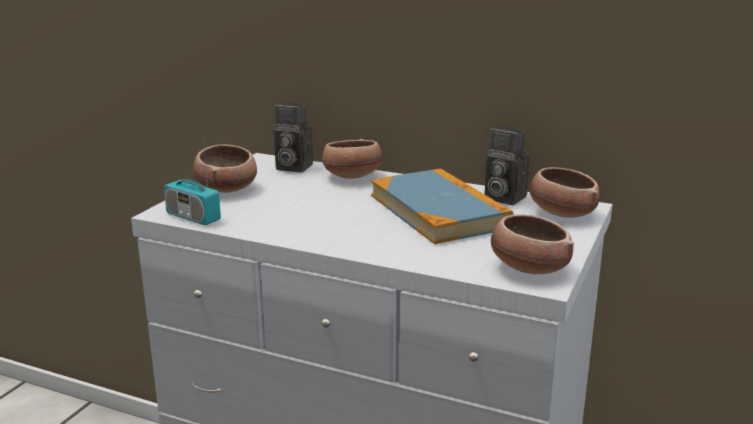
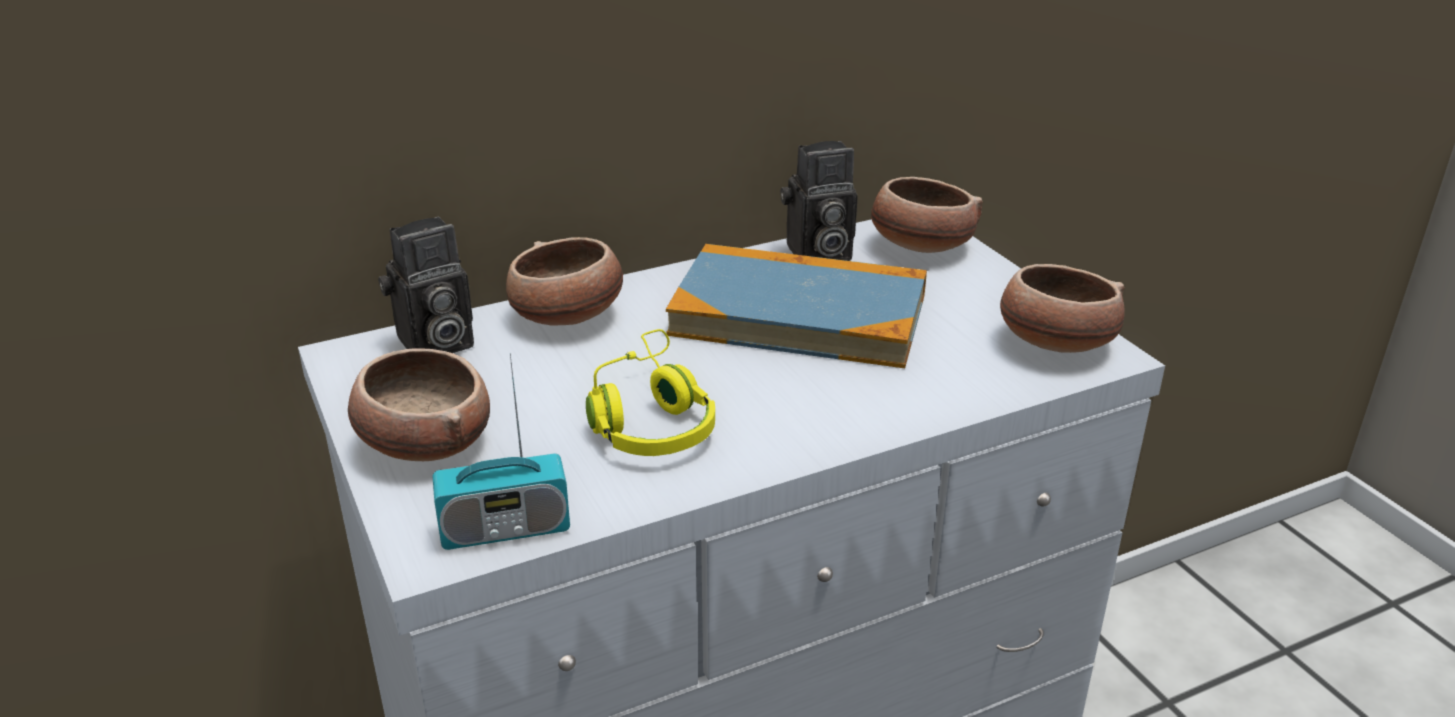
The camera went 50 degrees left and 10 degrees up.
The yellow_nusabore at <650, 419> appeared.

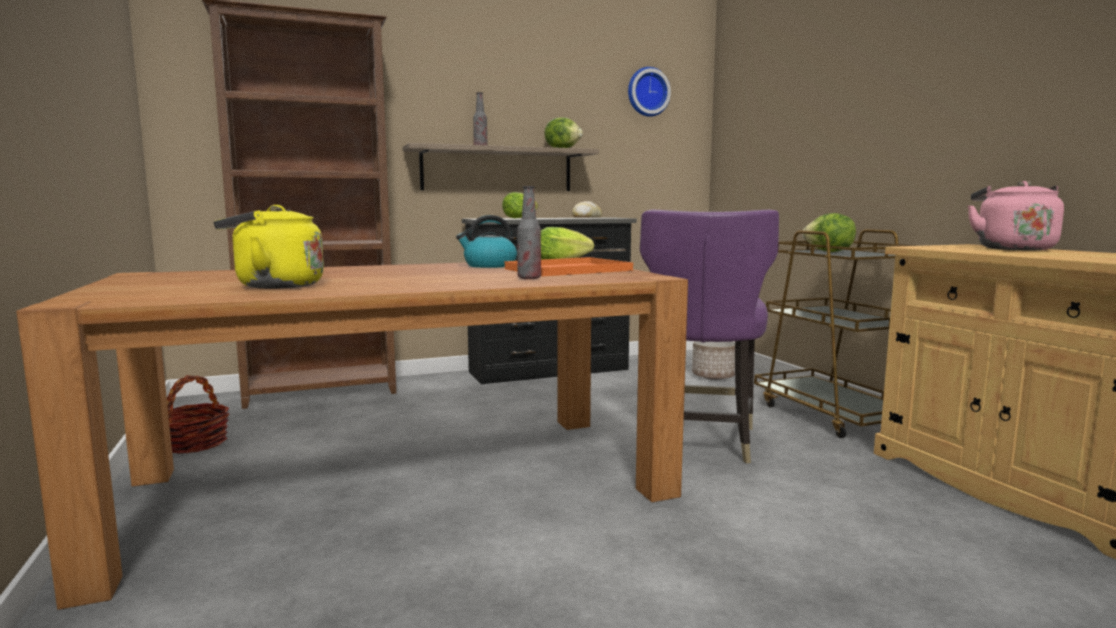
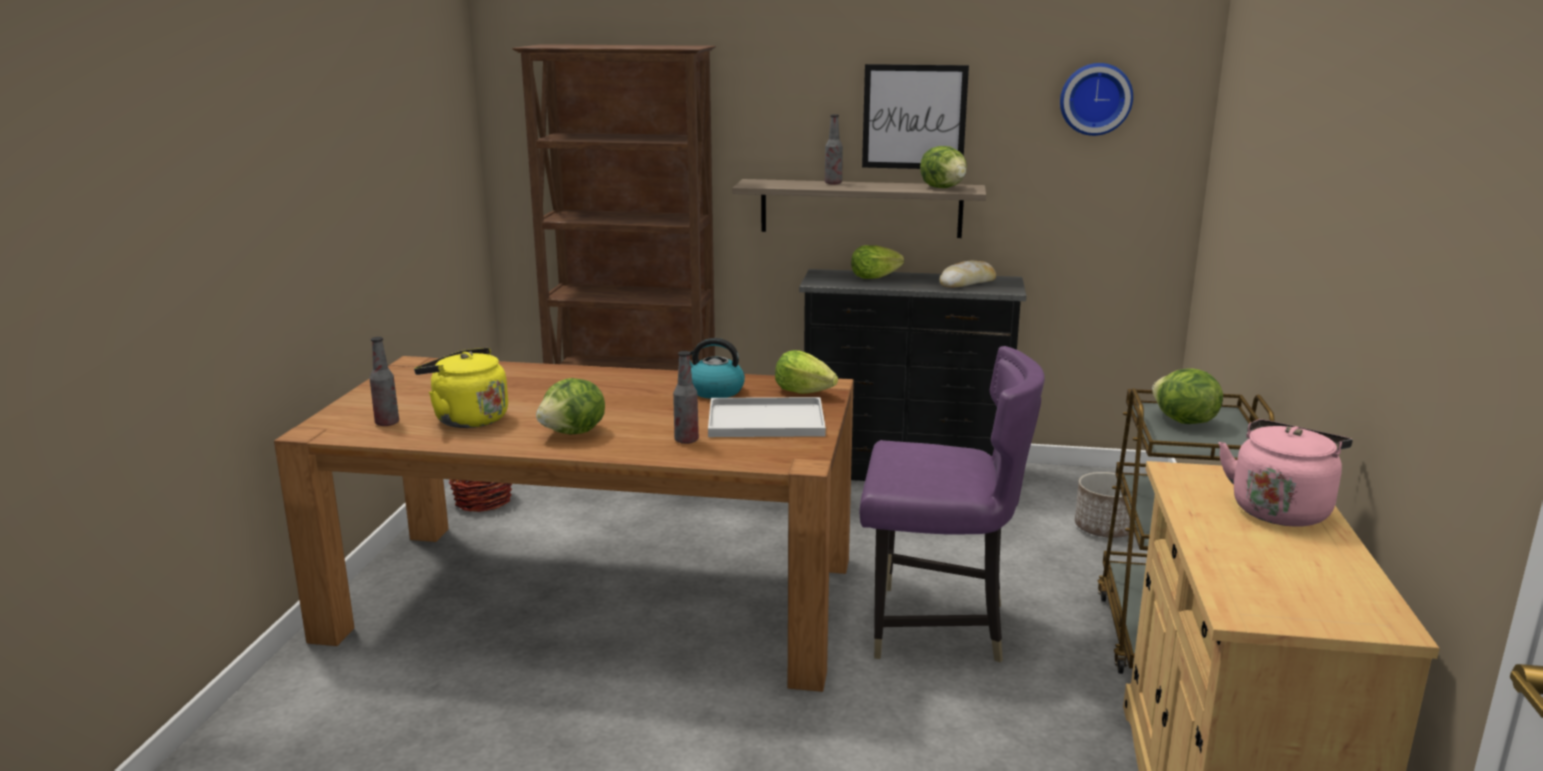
The camera went 30 degrees right and 10 degrees up.
The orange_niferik at <569, 269> became the white_niferik at <768, 420>.
The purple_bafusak at <697, 441> turned 120 degrees counterclockwise.
The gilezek at <387, 423> appeared.
The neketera at <574, 433> appeared.
The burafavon at <914, 117> appeared.

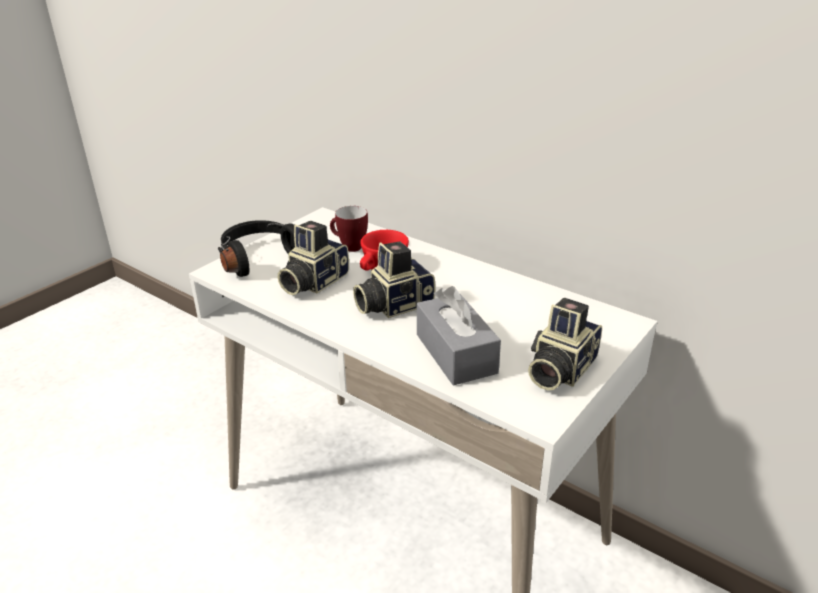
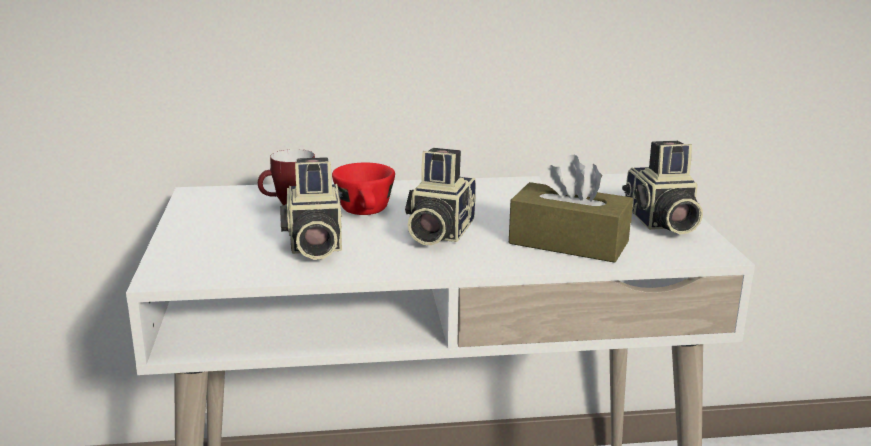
The camera went 45 degrees left and 10 degrees down.
The black_nusabore at <259, 257> disappeared.
The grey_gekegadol at <456, 353> became the brown_gekegadol at <568, 242>.

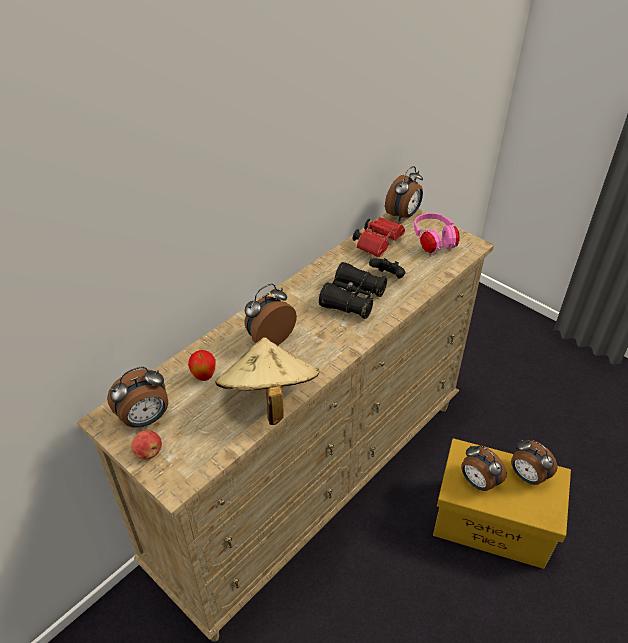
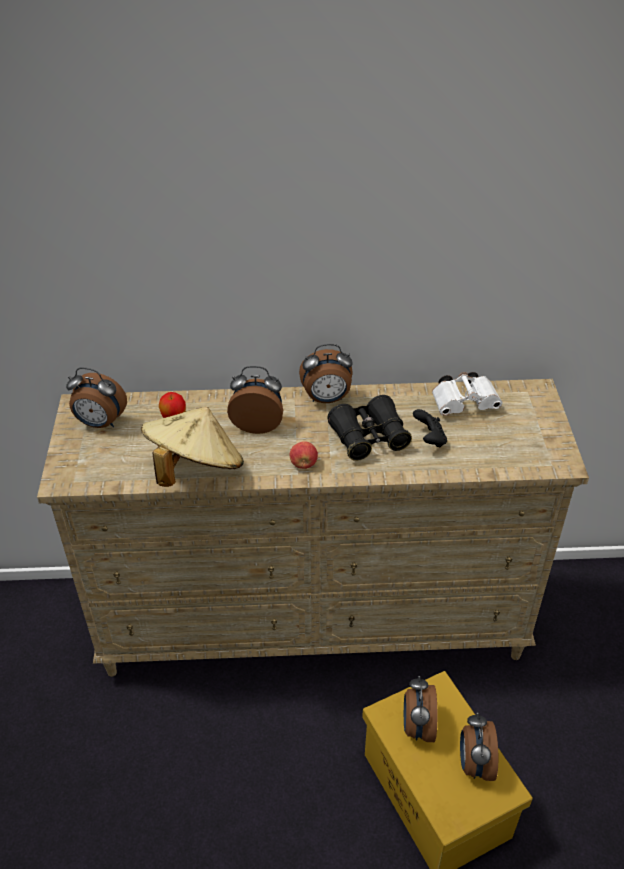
The camera went 45 degrees right and 0 degrees up.
The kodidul moved from <148, 452> to <303, 464>.
The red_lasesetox at <378, 243> became the white_lasesetox at <466, 404>.
The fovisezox moved from <403, 215> to <326, 399>.
The pink_nusabore at <433, 243> disappeared.

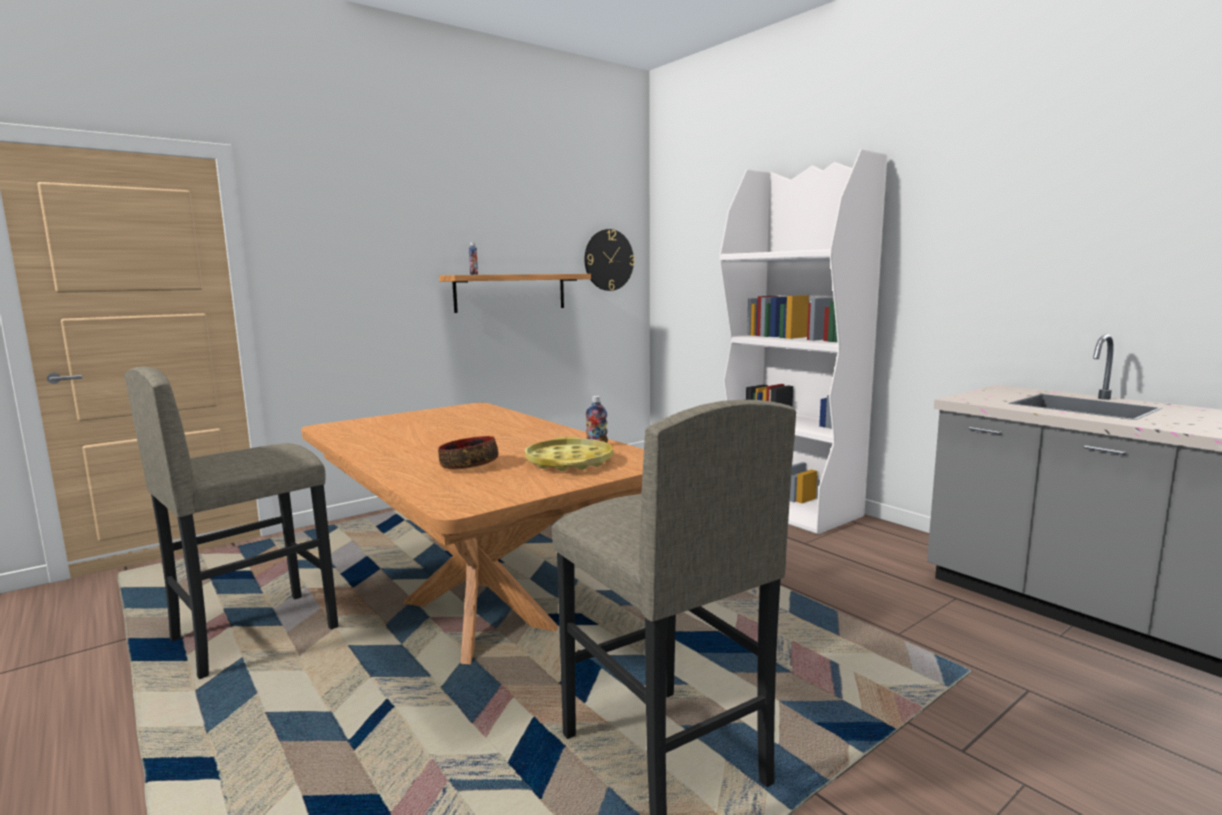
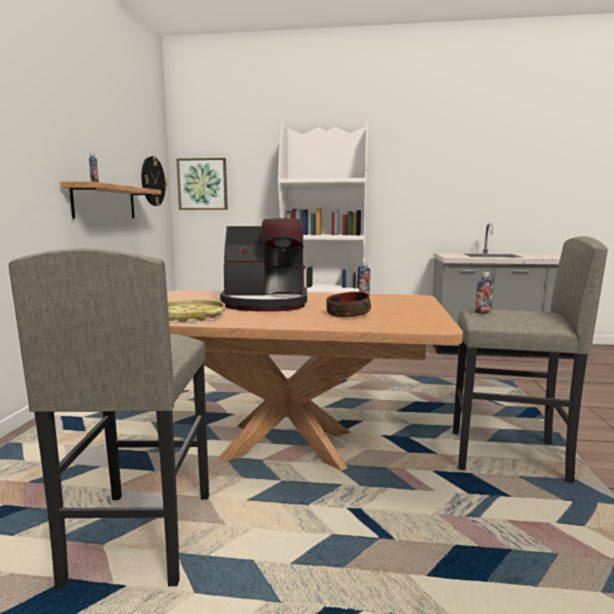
The camera went 45 degrees left and 0 degrees up.
The yellow_niferik moved from <569, 462> to <191, 316>.
The burafavon at <202, 184> appeared.
The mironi at <266, 303> appeared.
The gilezek at <483, 312> appeared.

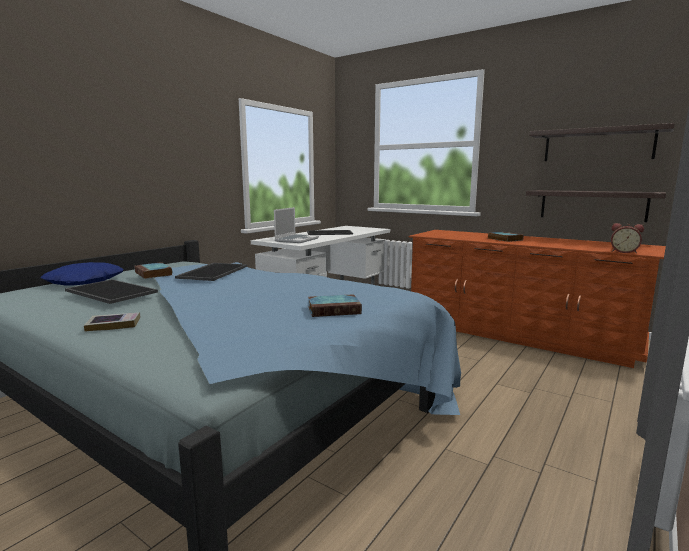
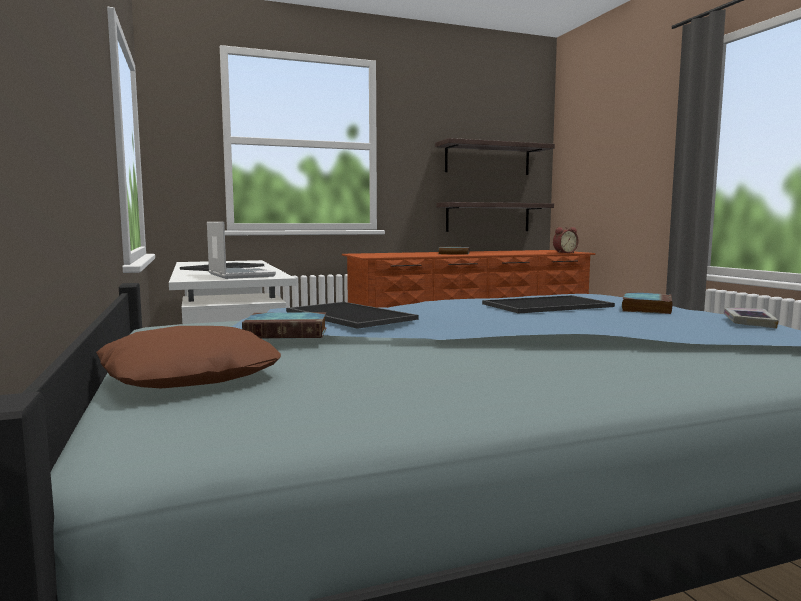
The camera went 55 degrees left and 5 degrees down.
The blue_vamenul at <85, 281> became the brown_vamenul at <191, 375>.
The niferik moved from <109, 292> to <547, 305>.
The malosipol moved from <114, 325> to <748, 322>.

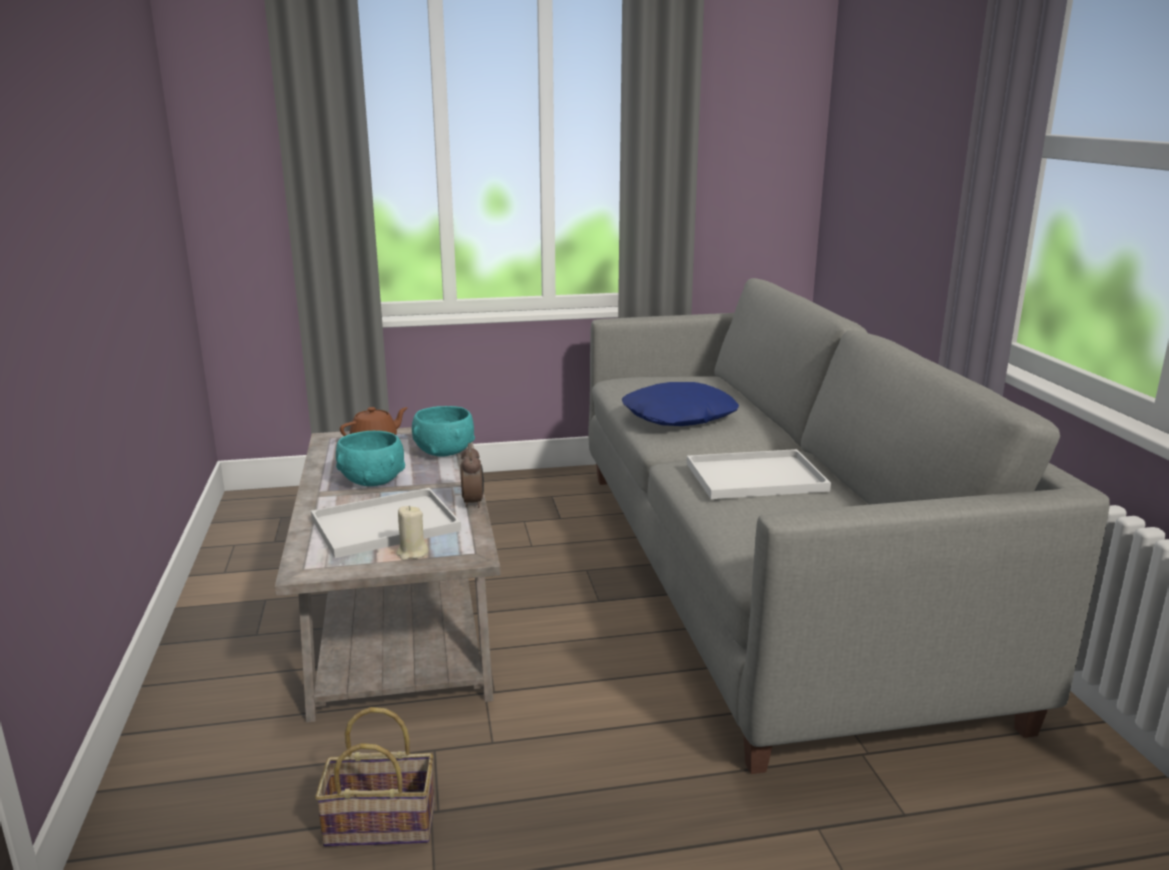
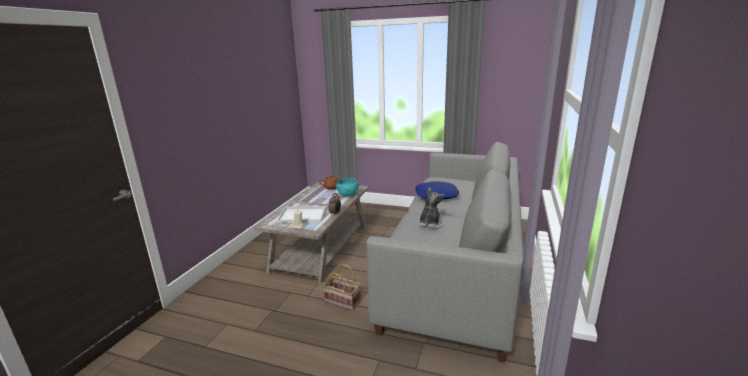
The camera went 30 degrees right and 0 degrees up.
The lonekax moved from <383, 823> to <344, 301>.
The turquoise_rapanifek at <371, 480> disappeared.
The white_niferik at <753, 477> was replaced by the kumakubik at <429, 224>.

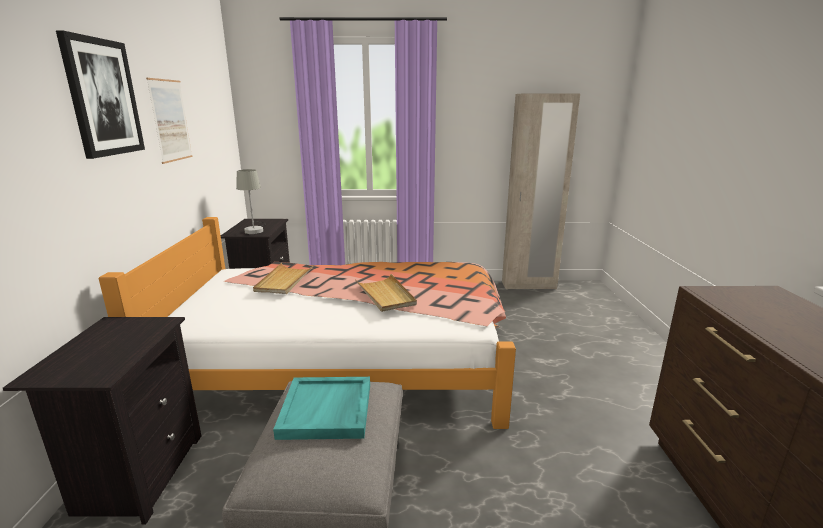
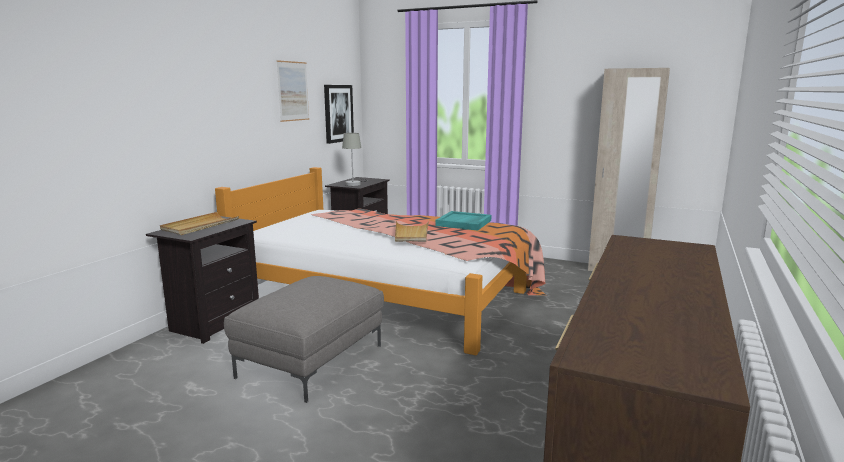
The camera went 25 degrees right and 5 degrees down.
The burafavon moved from <103, 97> to <338, 113>.
The beige_niferik moved from <284, 281> to <200, 226>.
The turquoise_niferik moved from <327, 410> to <464, 223>.

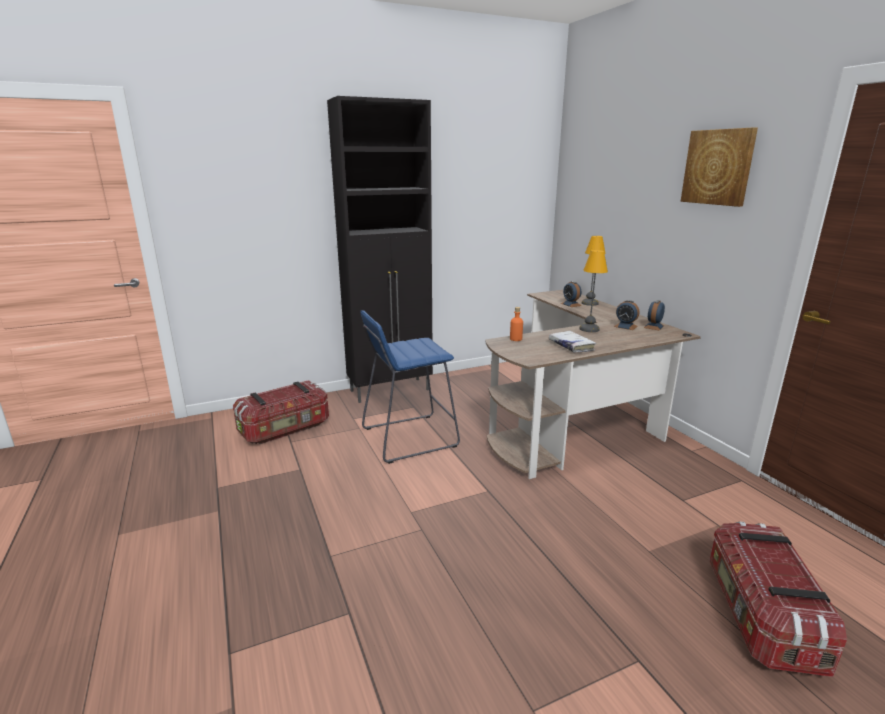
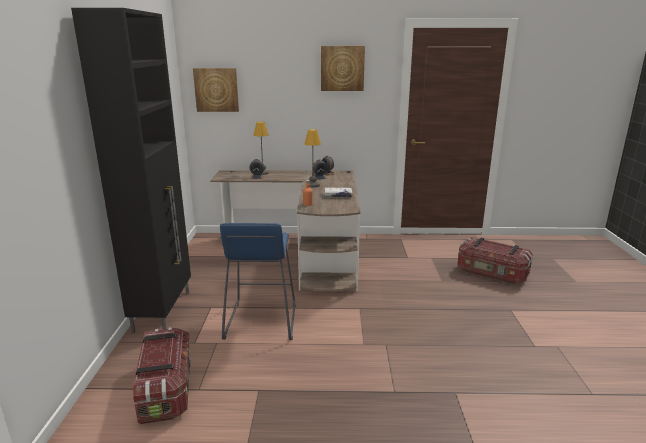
The camera went 65 degrees left and 0 degrees up.
The burafavon at <216, 90> appeared.

